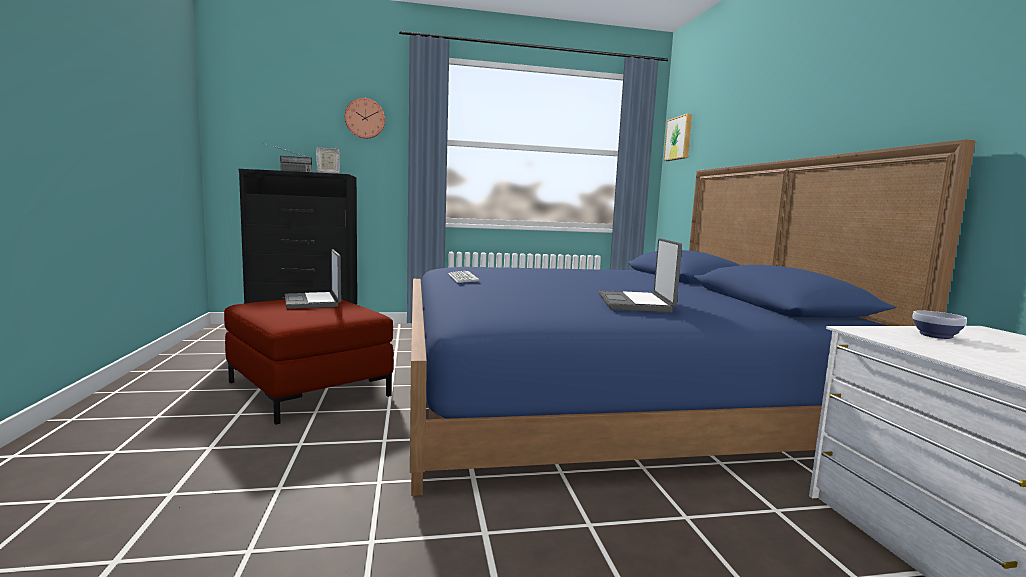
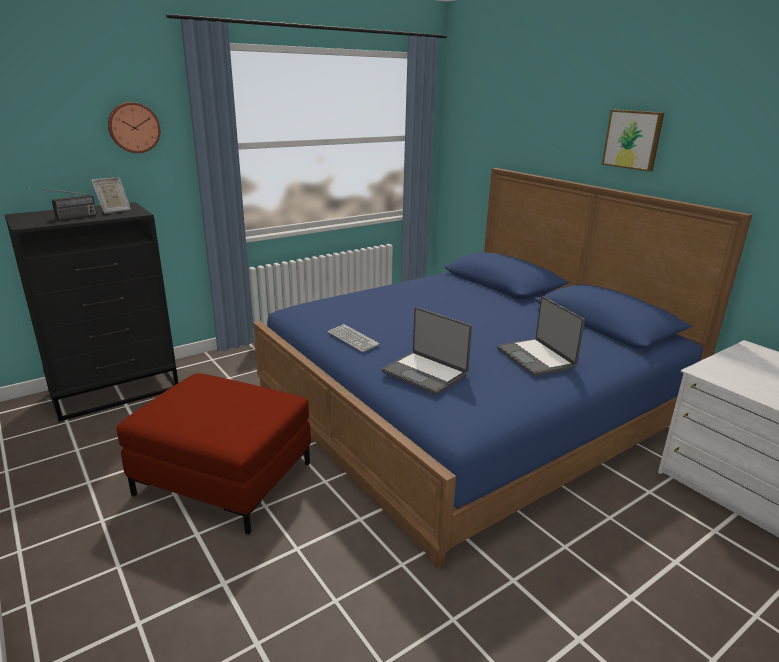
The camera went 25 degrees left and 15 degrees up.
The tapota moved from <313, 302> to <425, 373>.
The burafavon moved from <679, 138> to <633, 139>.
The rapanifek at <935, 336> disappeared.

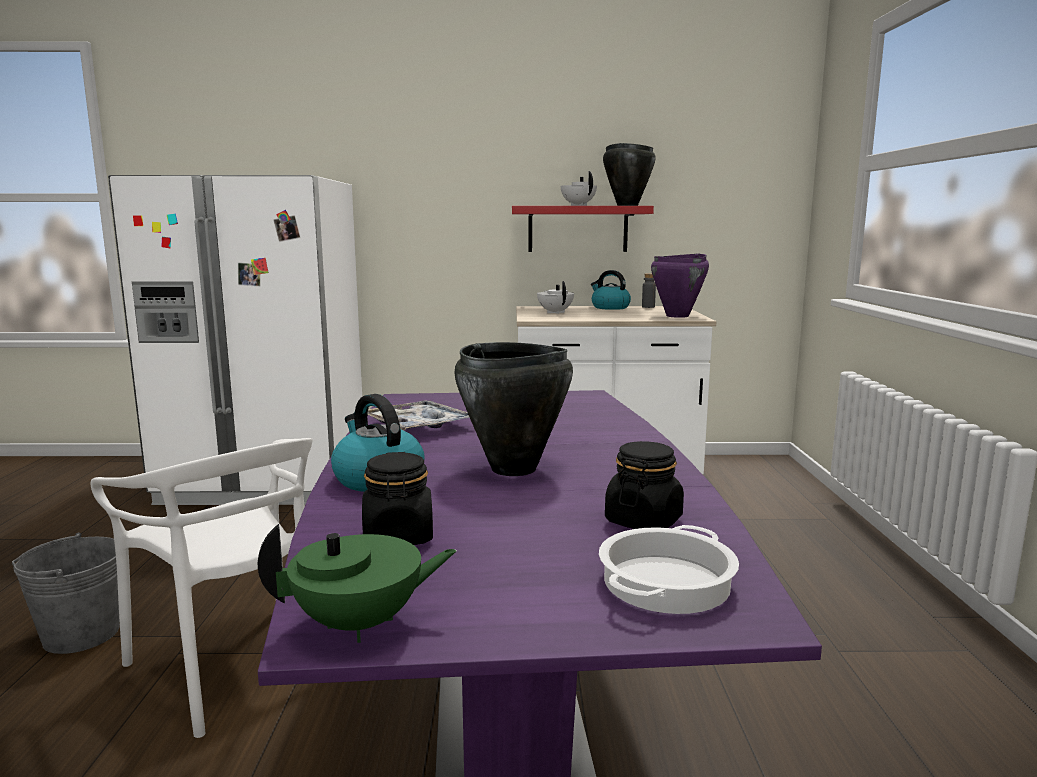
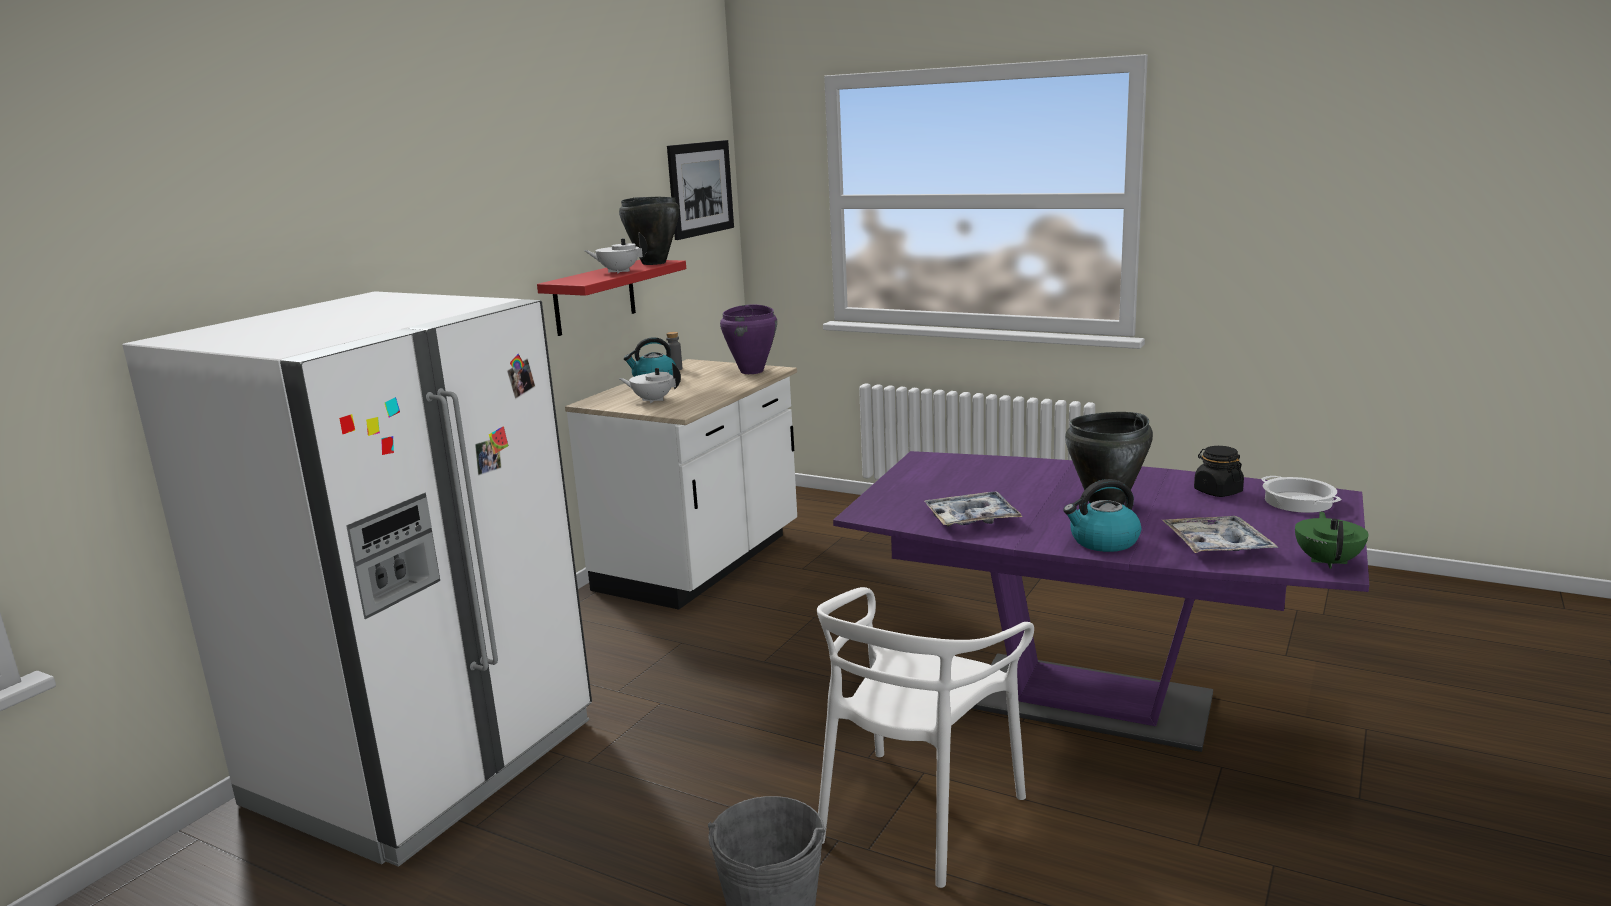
The camera went 60 degrees left and 5 degrees up.
The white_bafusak at <235, 665> turned 135 degrees clockwise.
The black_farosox at <398, 536> was replaced by the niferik at <1216, 545>.
The burafavon at <700, 188> appeared.

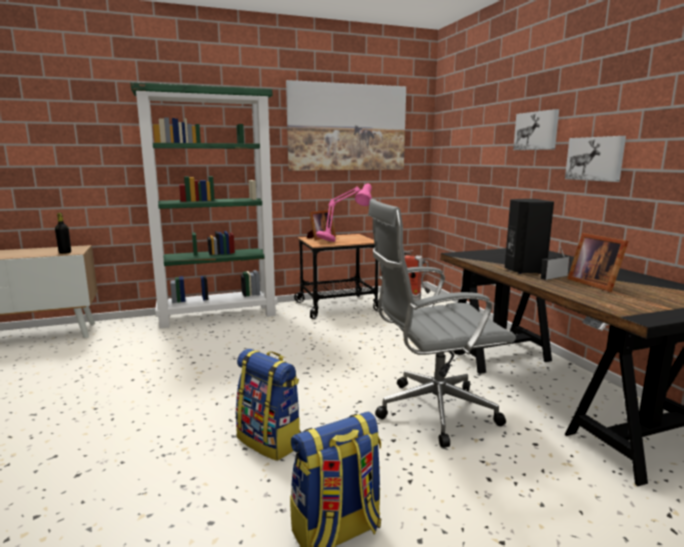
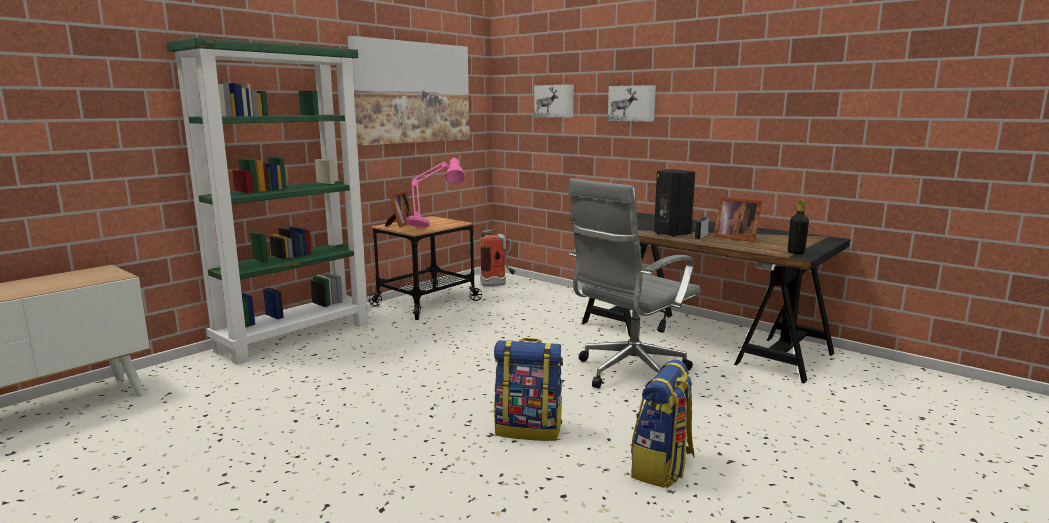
The camera went 30 degrees left and 0 degrees up.
The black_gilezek moved from <65, 252> to <796, 253>.
The burafavon moved from <595, 158> to <554, 101>.

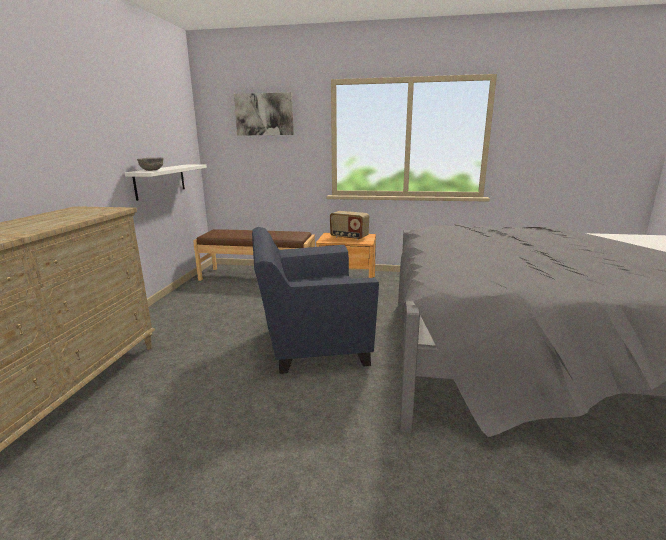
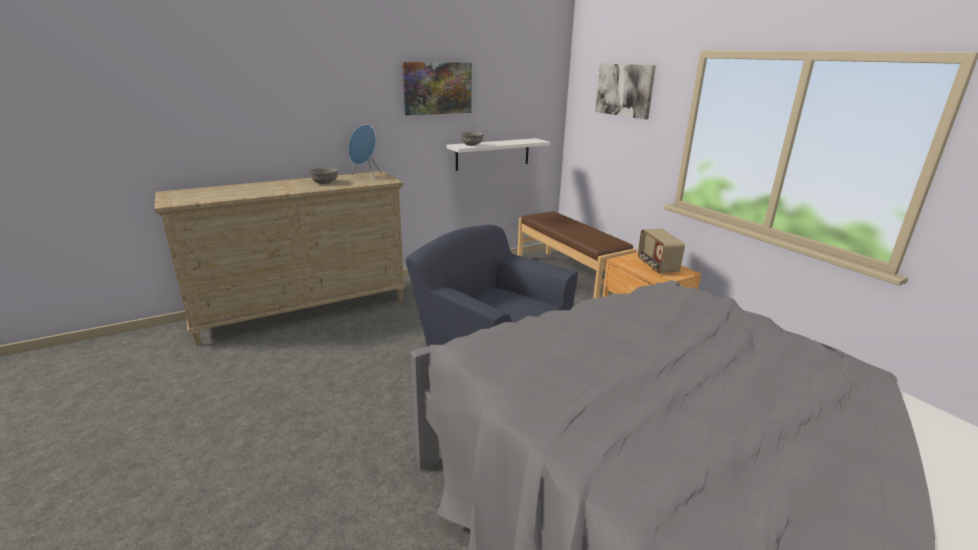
The camera went 50 degrees right and 5 degrees up.
The grey_rapanifek at <324, 183> appeared.
The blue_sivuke at <366, 177> appeared.
The burafavon at <437, 88> appeared.

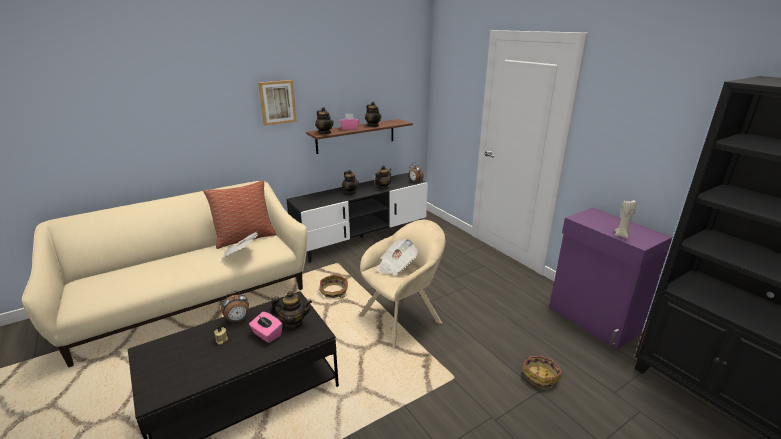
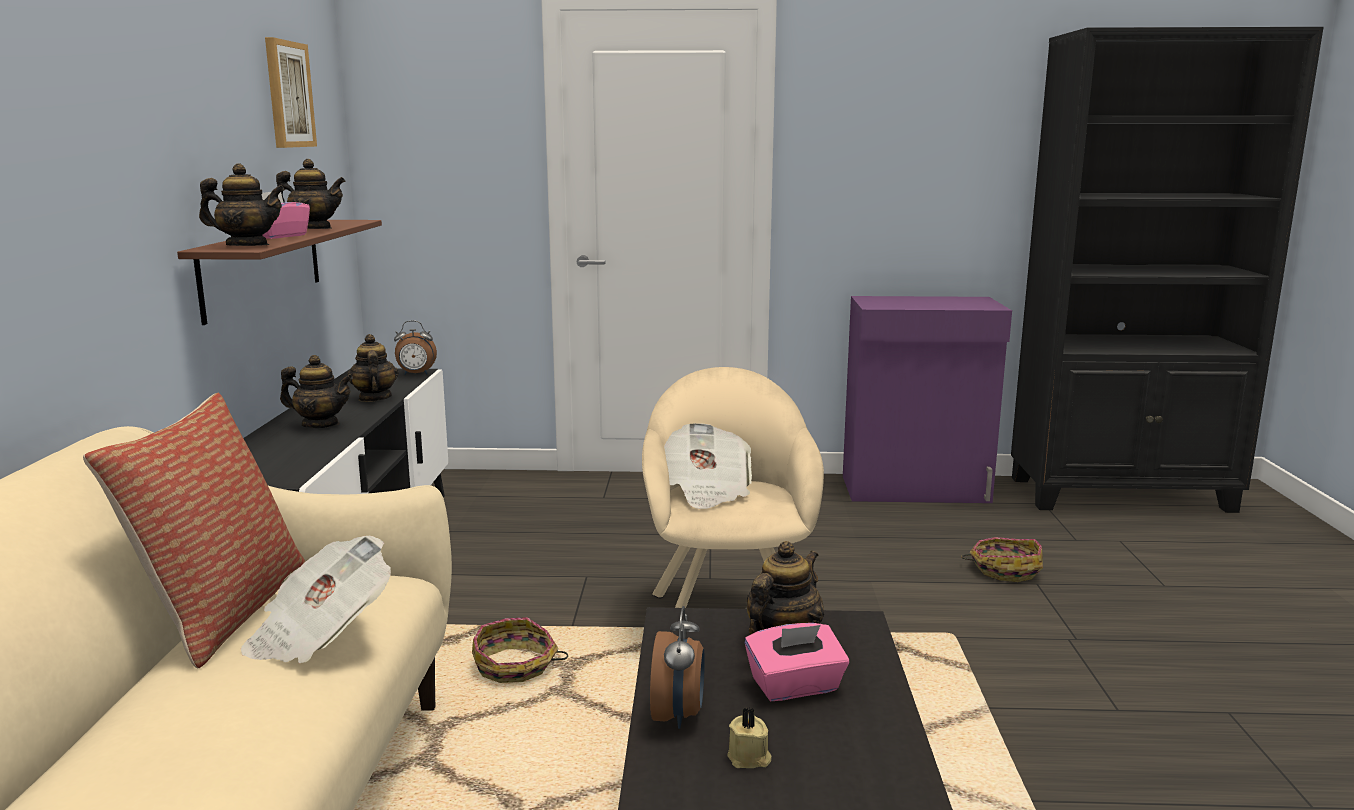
The camera went 55 degrees left and 10 degrees down.
The burafavon moved from <277, 102> to <288, 94>.
The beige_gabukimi at <621, 235> disappeared.

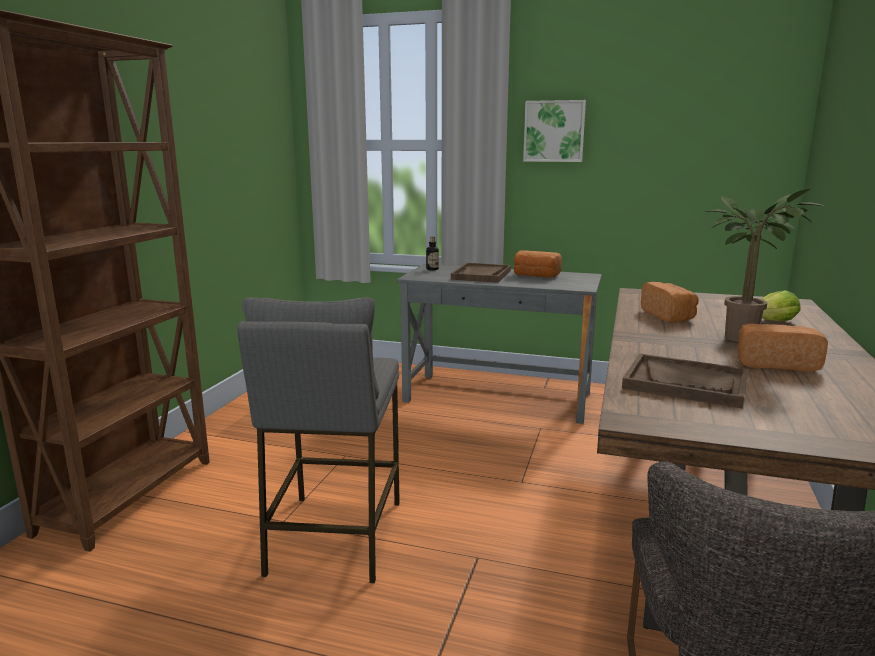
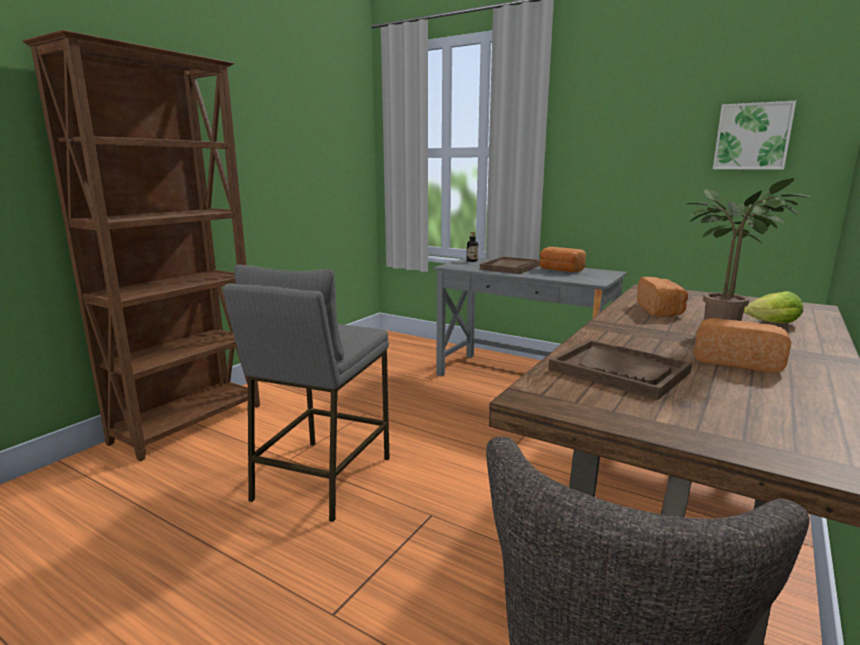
The camera went 15 degrees right and 0 degrees up.
The burafavon moved from <554, 131> to <752, 136>.

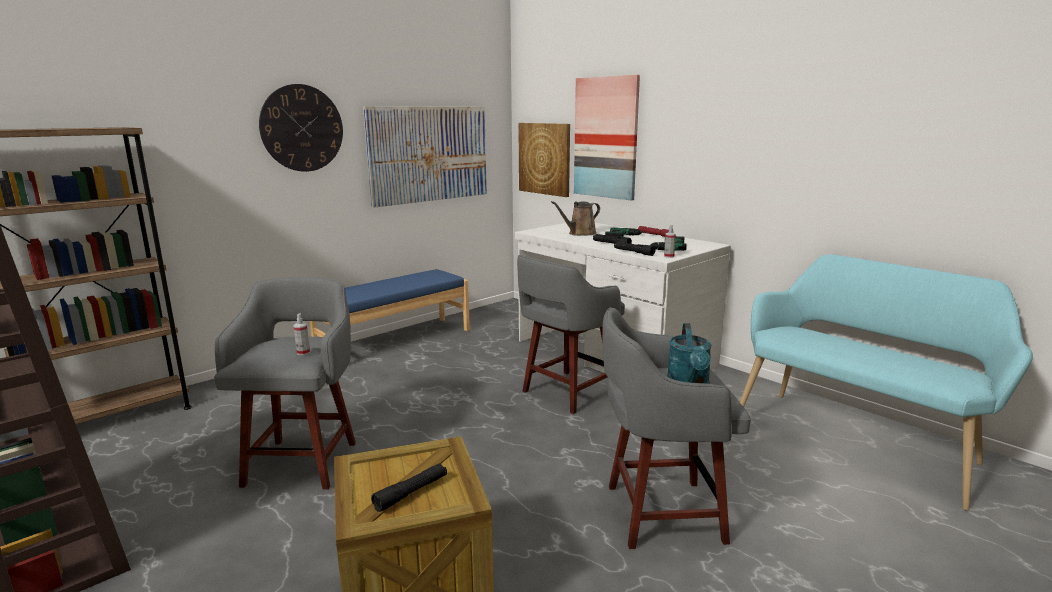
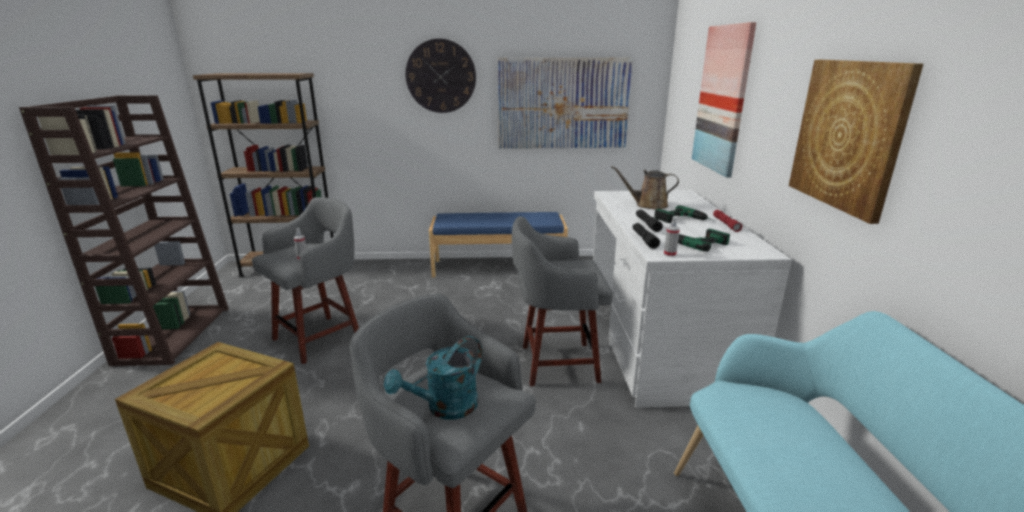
The camera went 40 degrees right and 5 degrees up.
The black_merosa at <411, 493> disappeared.
The burafavon moved from <544, 158> to <848, 135>.

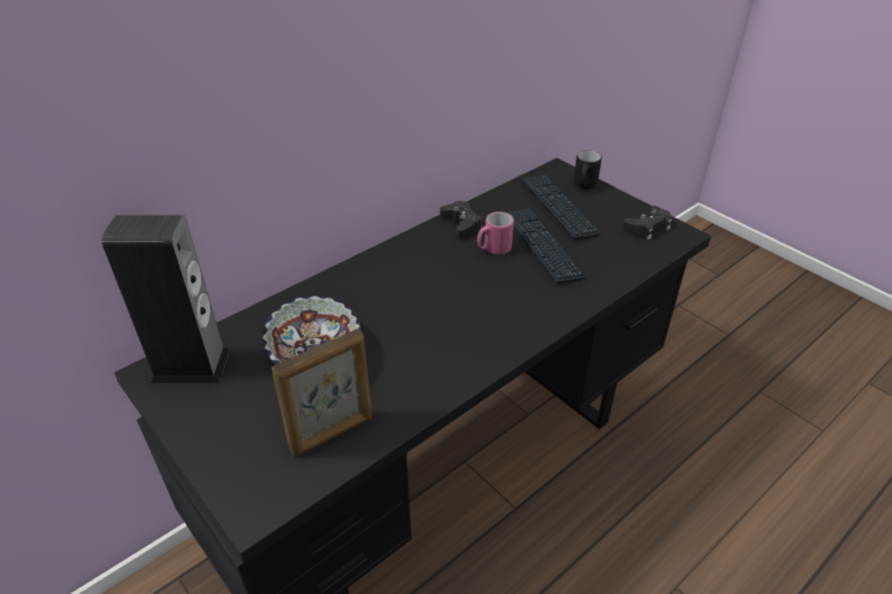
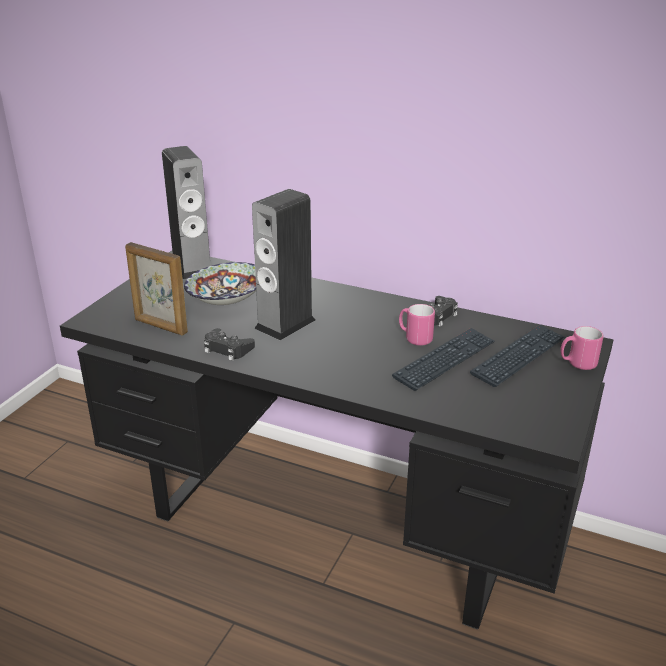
The camera went 65 degrees right and 10 degrees down.
The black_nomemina at <584, 186> became the pink_nomemina at <577, 364>.
The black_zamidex moved from <647, 227> to <227, 349>.
The sivuke at <285, 324> appeared.

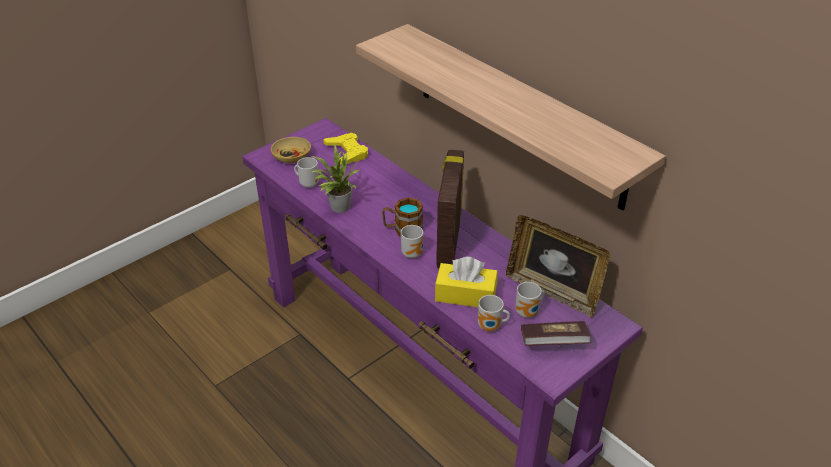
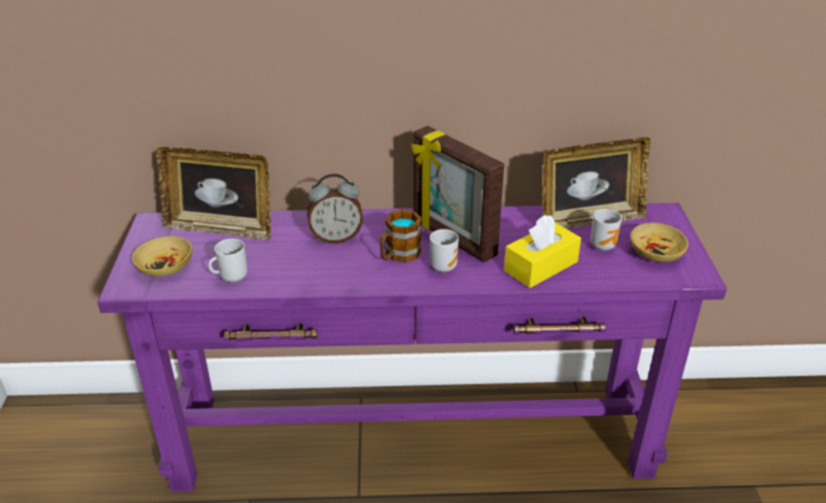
The camera went 50 degrees left and 5 degrees down.
The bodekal at <337, 207> disappeared.
The yellow_zamidex at <347, 152> was replaced by the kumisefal at <221, 228>.
The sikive at <518, 115> disappeared.
The nomemina at <491, 327> disappeared.
The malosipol at <553, 343> was replaced by the beige_rapanifek at <657, 253>.
The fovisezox at <336, 238> appeared.

